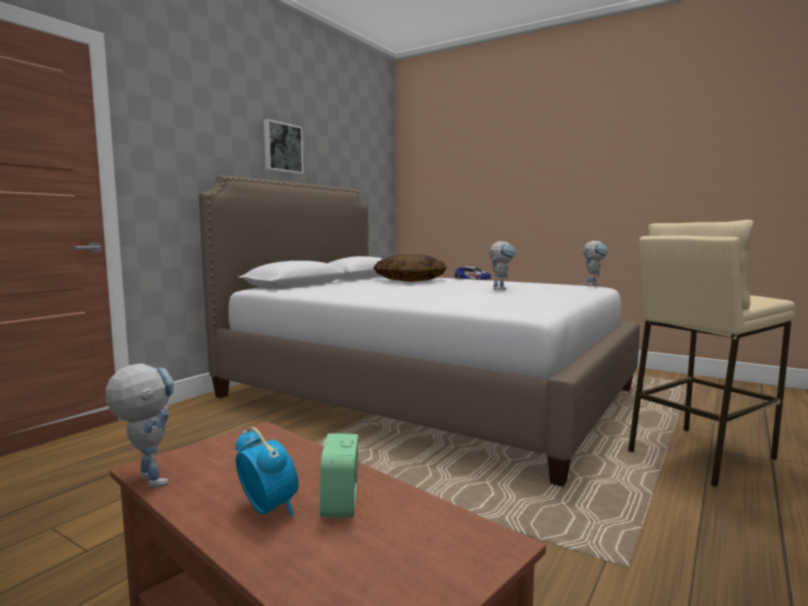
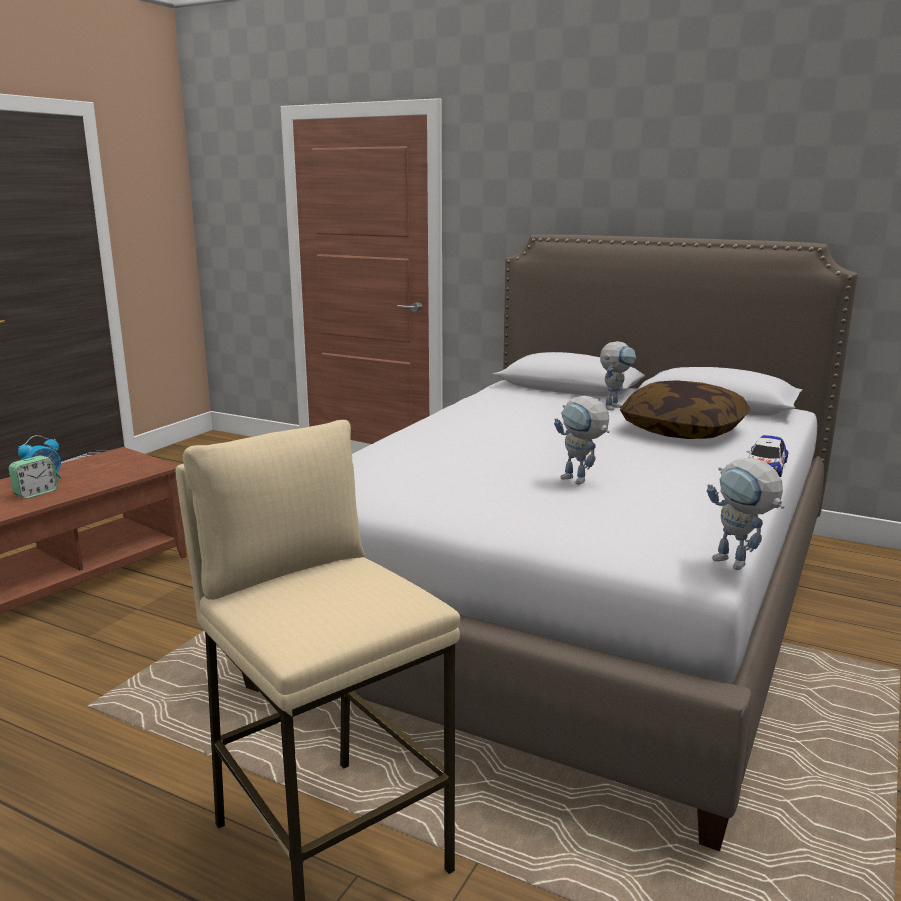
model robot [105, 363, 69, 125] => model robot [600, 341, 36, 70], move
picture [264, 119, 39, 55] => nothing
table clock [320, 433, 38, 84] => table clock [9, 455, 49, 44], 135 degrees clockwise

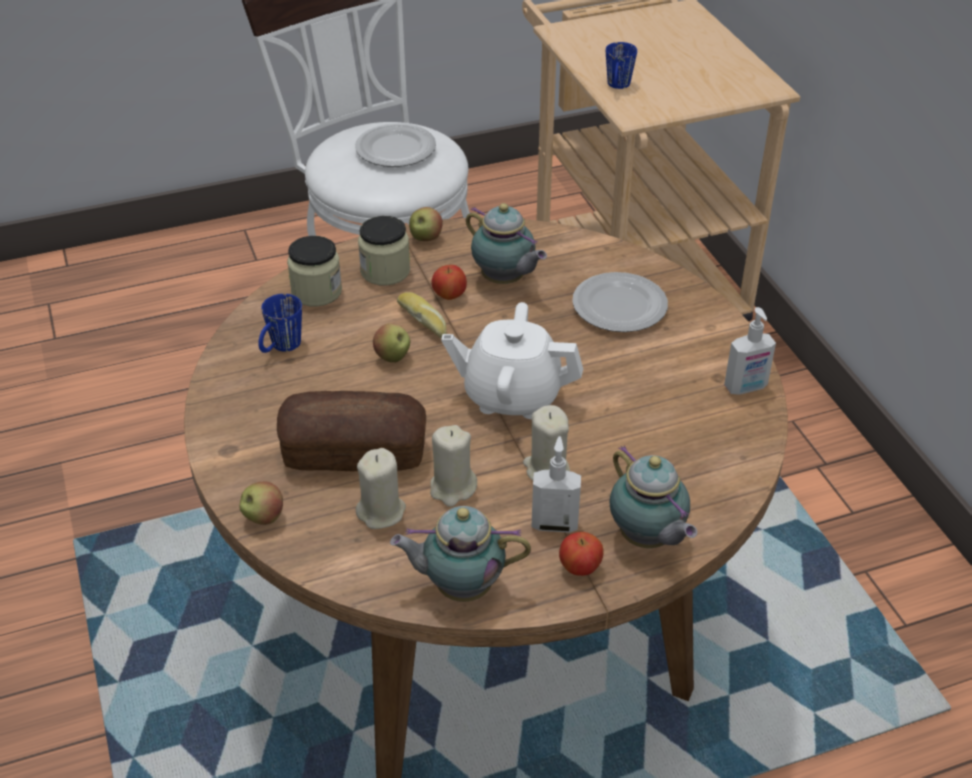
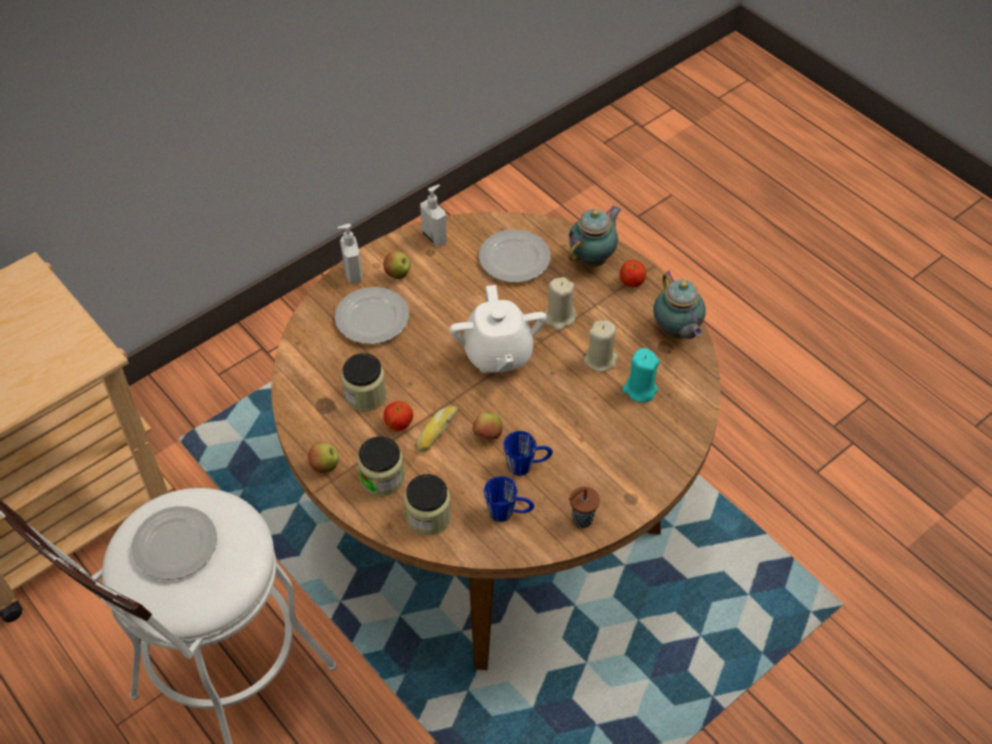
apple [239, 482, 44, 43] => apple [383, 251, 28, 28], move
baked bread [277, 391, 149, 80] => nothing
beige-coloured wax light [355, 448, 51, 81] => turquoise-coloured wax light [622, 348, 38, 54]
tea pot [466, 203, 81, 81] => jar [341, 353, 45, 58]
liquid soap bottle [531, 436, 50, 97] => liquid soap bottle [337, 224, 26, 60], move
blue tea mug [606, 42, 31, 47] => blue tea mug [503, 431, 50, 45], move
nothing => dinner plate [479, 230, 72, 53]
nothing => brownish drinking cup [569, 487, 31, 41]

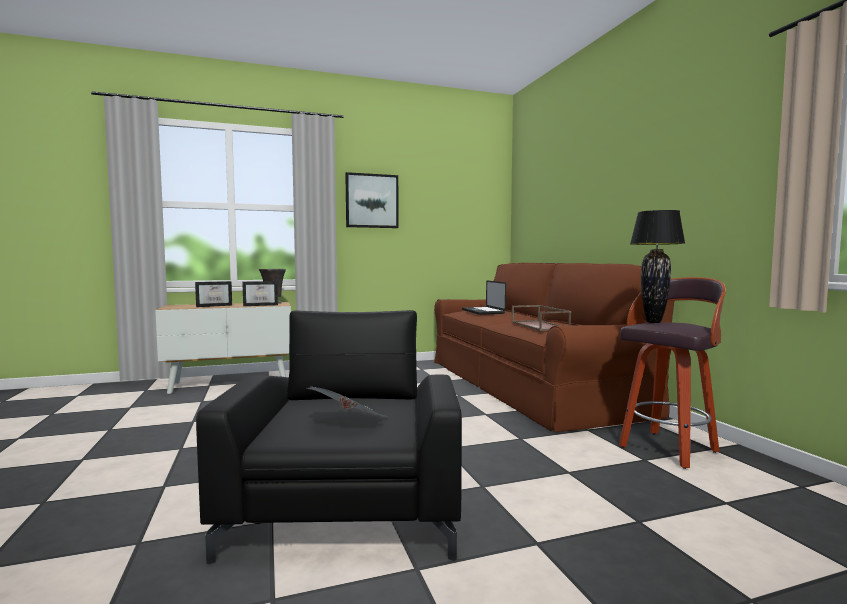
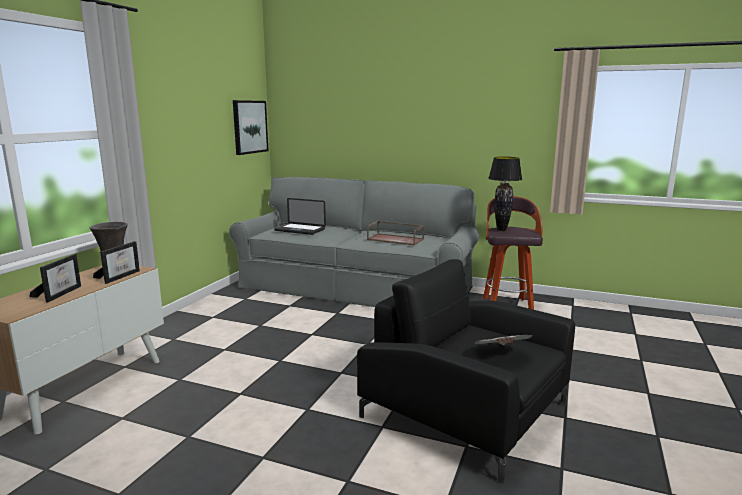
picture [345, 172, 54, 56] => picture [233, 100, 35, 55], move
brownish couch [434, 263, 240, 169] => gray couch [229, 177, 250, 130]

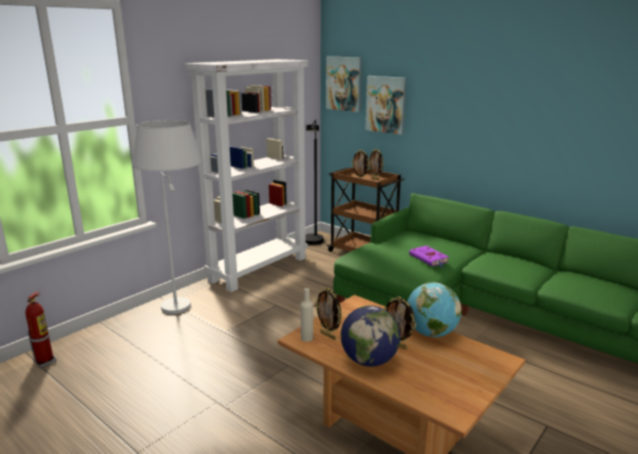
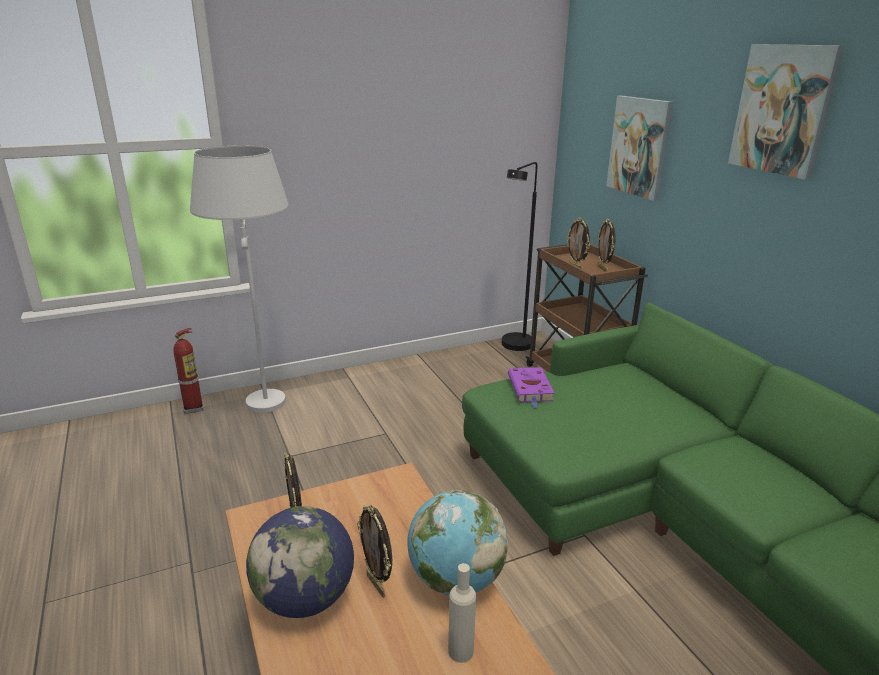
fire extinguisher [26, 291, 30, 77] => fire extinguisher [174, 328, 30, 86], move
white-coloured bookcase [185, 59, 124, 233] => nothing
beige-coloured beverage bottle [300, 288, 13, 54] => beige-coloured beverage bottle [448, 563, 28, 100], move
picture [326, 57, 36, 55] => picture [728, 44, 116, 136], move
purple-coloured volume [409, 246, 40, 22] => purple-coloured volume [508, 367, 47, 41], move

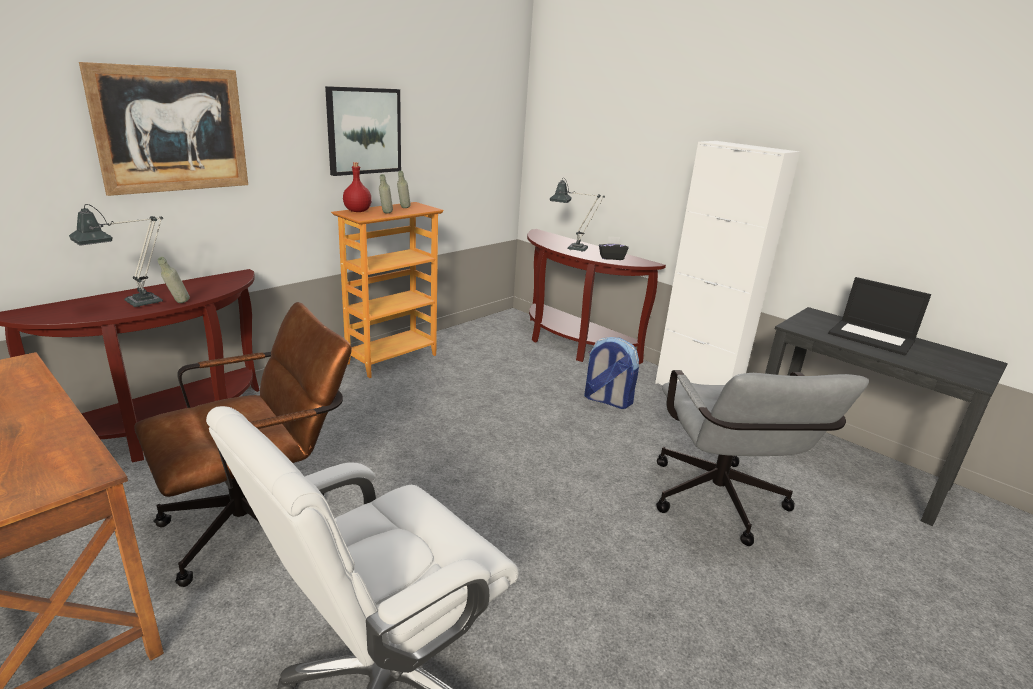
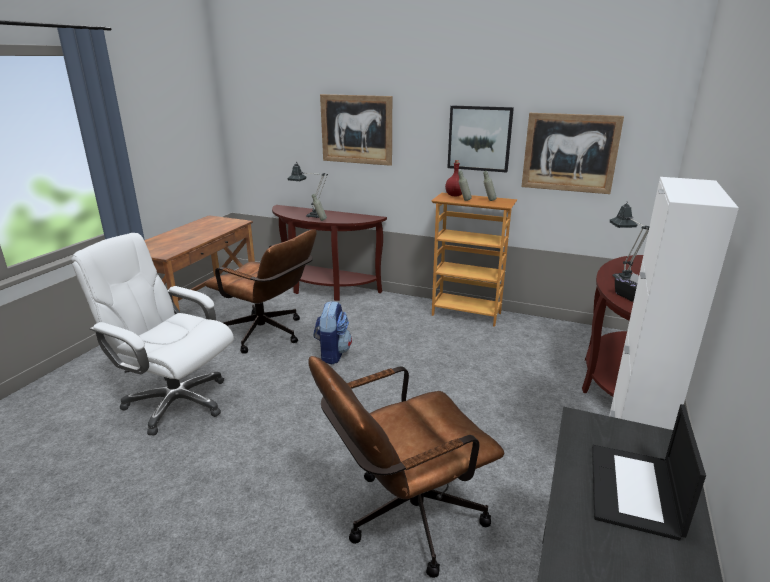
backpack [584, 337, 55, 72] => backpack [314, 301, 38, 63], move
gray office chair [656, 370, 213, 176] => brownish office chair [309, 356, 195, 222]
nothing => picture [521, 113, 103, 81]

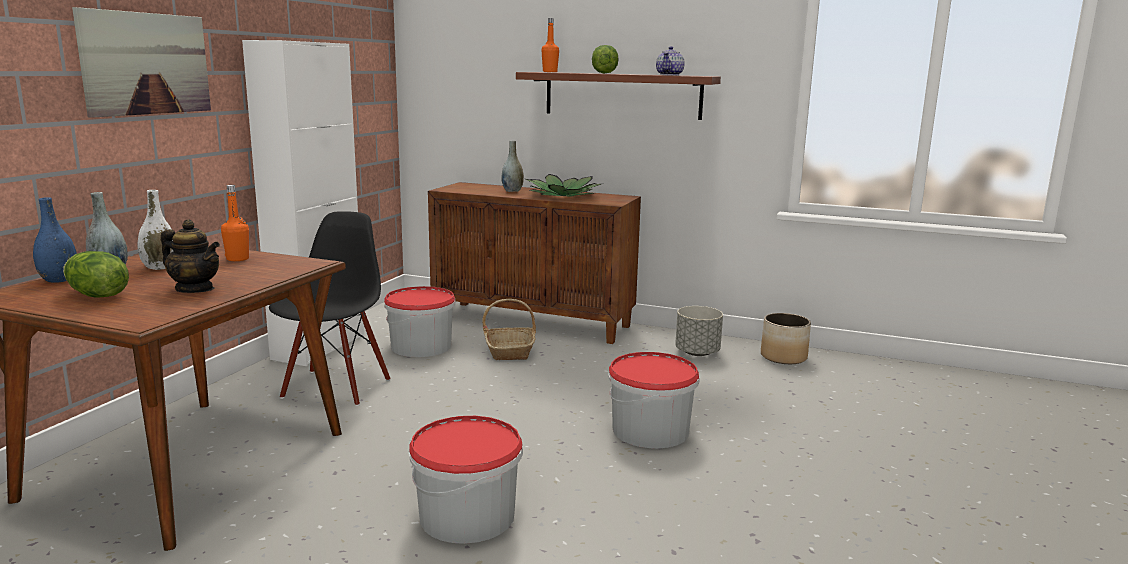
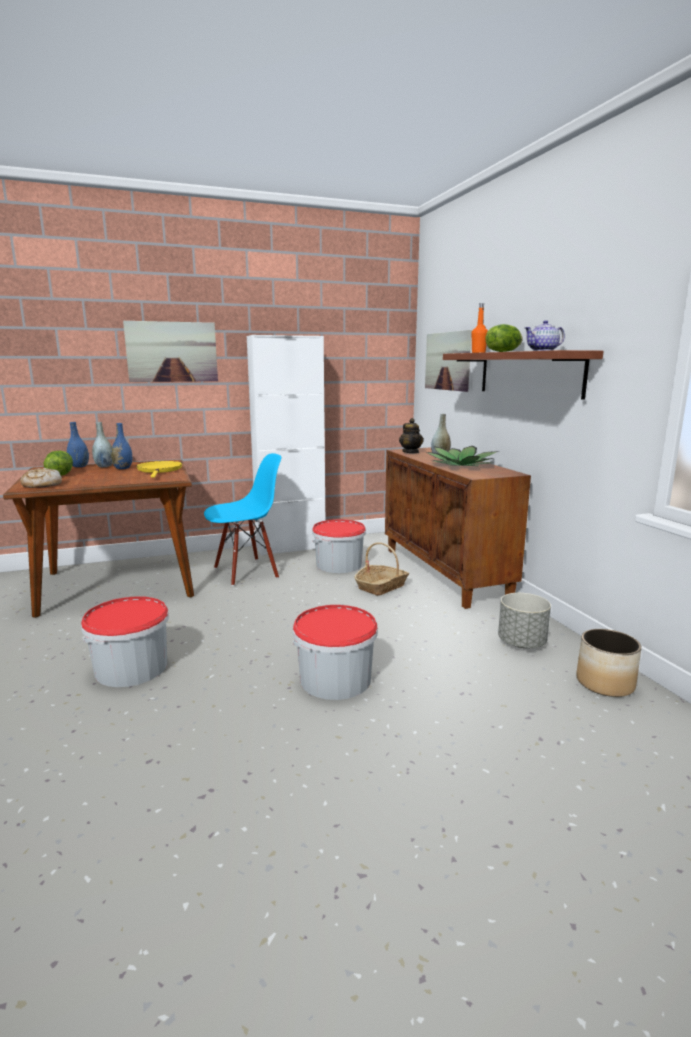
white-coloured decorative vase [138, 190, 35, 80] => blue decorative vase [111, 423, 21, 46]
tea pot [161, 220, 59, 73] => tea pot [399, 418, 25, 35], move
orange-coloured beverage bottle [221, 185, 28, 76] => yellow-coloured skillet [136, 461, 46, 17]
black plain chair [269, 211, 122, 195] => blue plain chair [204, 453, 77, 133]
nothing => baked bread [20, 468, 42, 20]
nothing => picture [425, 330, 47, 62]

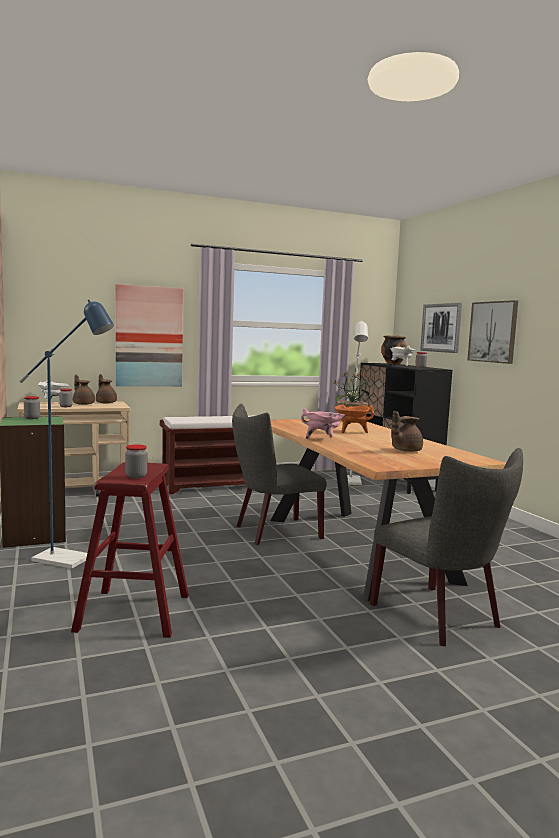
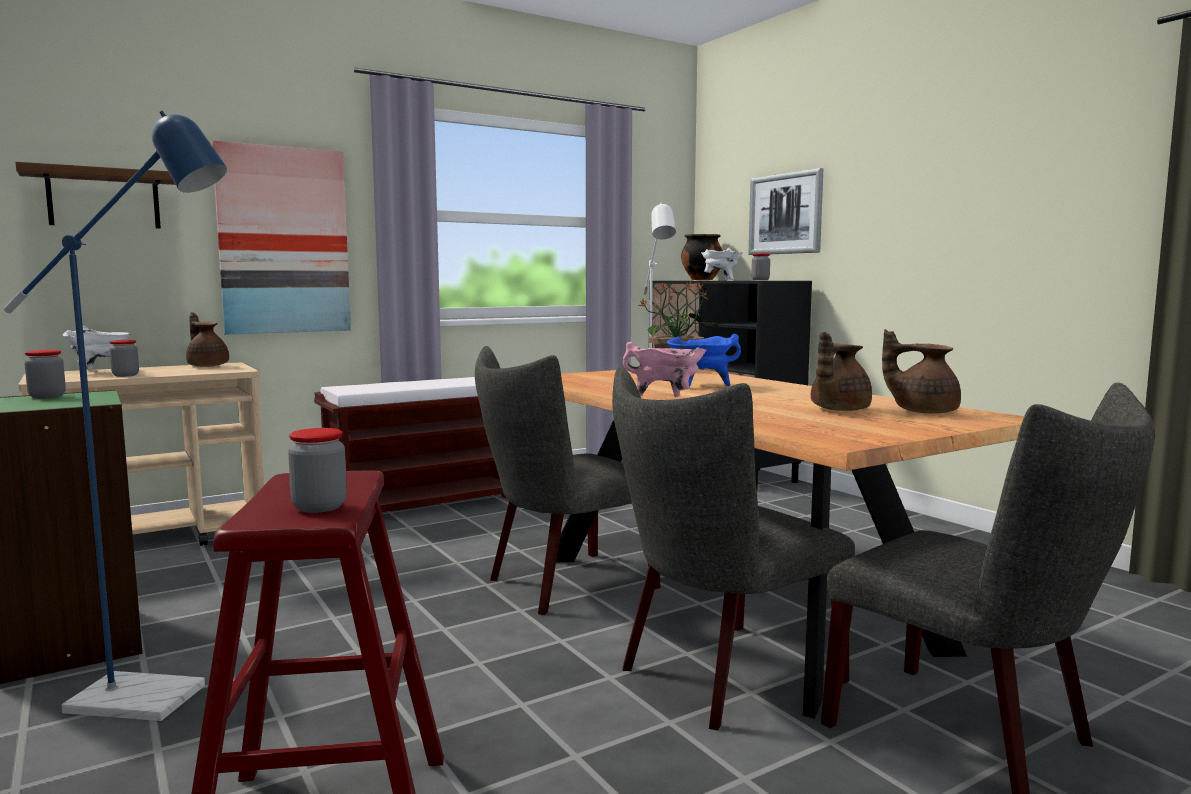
brownish tea pot [73, 374, 22, 31] => brownish tea pot [882, 329, 79, 85], move
orange-coloured cooking pot [335, 404, 39, 29] => blue cooking pot [667, 334, 74, 54]
picture [467, 300, 51, 64] => nothing
nothing => brownish bracket shelf [15, 162, 161, 67]
nothing => gray plain chair [612, 366, 243, 364]

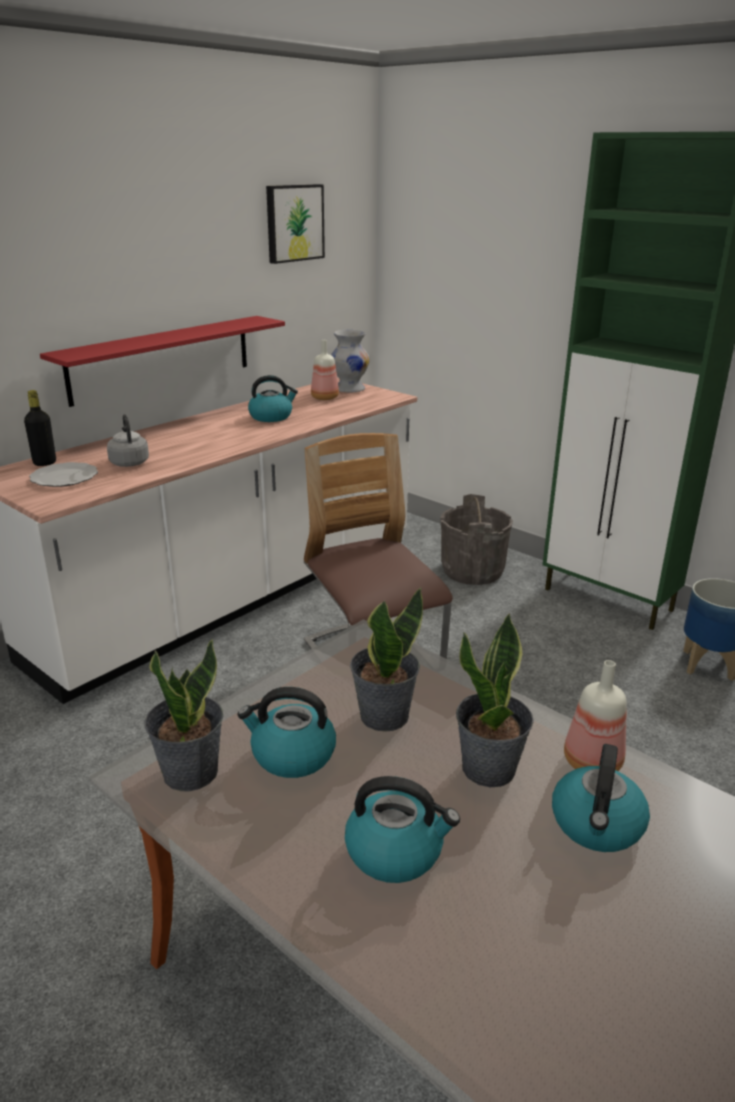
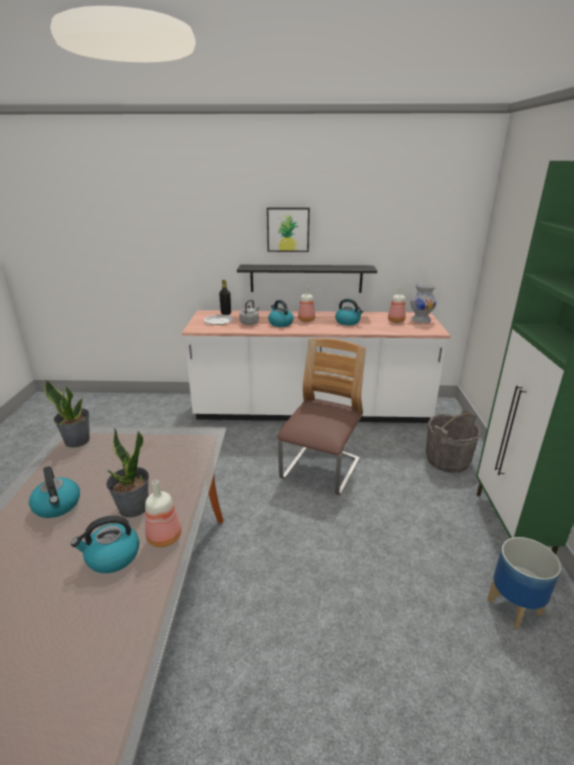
reddish bracket shelf [40, 316, 245, 91] => black bracket shelf [237, 265, 140, 28]
water kettle [238, 687, 98, 91] => water kettle [268, 300, 26, 27], move
picture [266, 184, 59, 80] => picture [267, 207, 43, 45], move
houseplant [350, 588, 73, 144] => nothing
nothing => beverage bottle [298, 285, 17, 37]

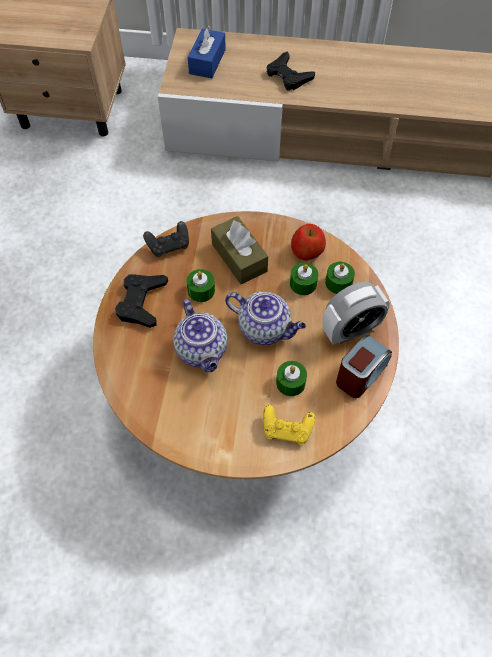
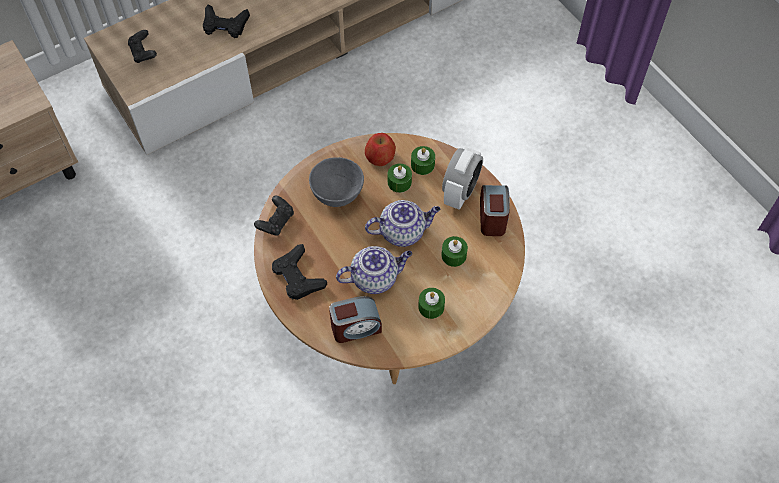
tea pot [173, 299, 55, 73] => tea pot [336, 246, 76, 48], 45 degrees counterclockwise
greenish wax light [186, 269, 29, 33] => greenish wax light [418, 288, 27, 31], move
blue box of tissues [188, 25, 38, 53] => black game controller [128, 30, 29, 33]
brownish box of tissues [211, 216, 57, 69] => gray bowl [309, 157, 55, 50]
yellow-coloured game controller [263, 405, 52, 40] => nothing
nothing => table clock [329, 296, 53, 47]

